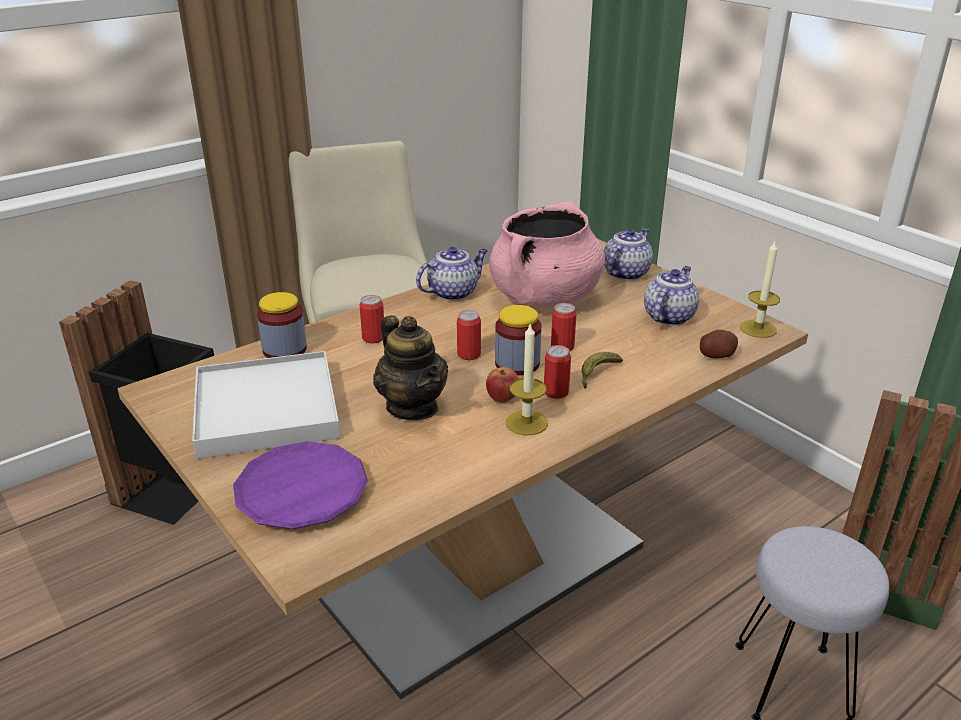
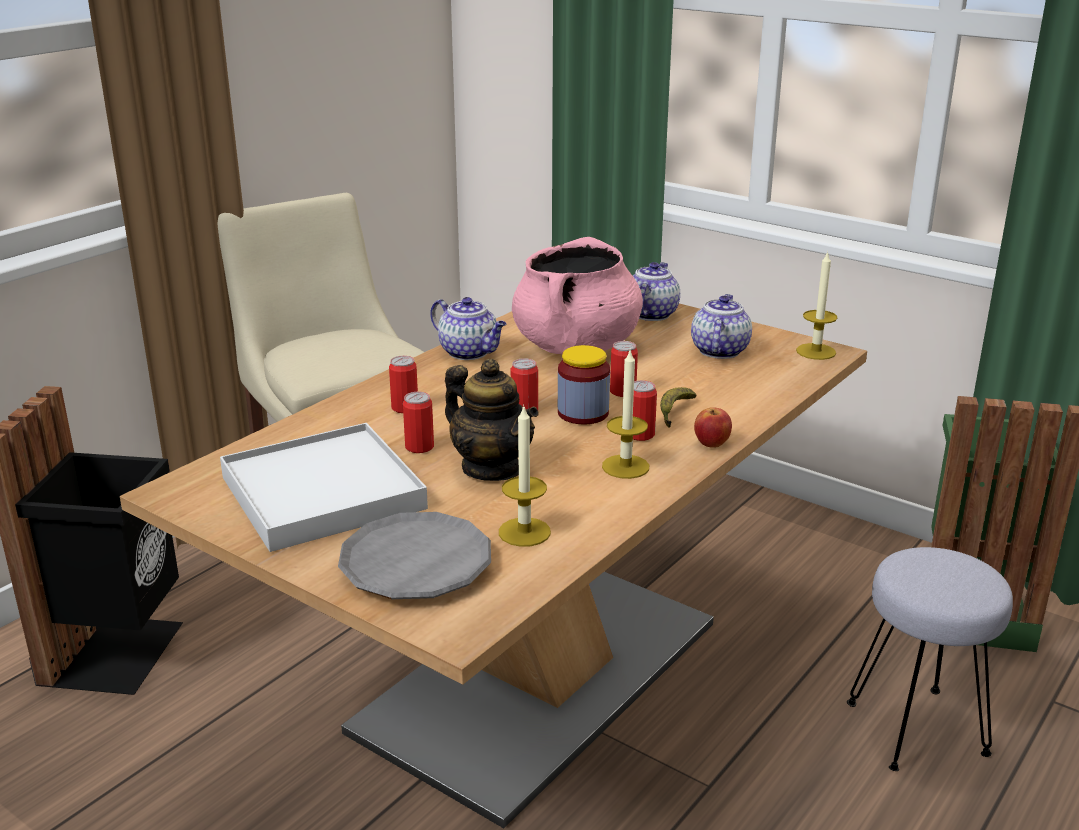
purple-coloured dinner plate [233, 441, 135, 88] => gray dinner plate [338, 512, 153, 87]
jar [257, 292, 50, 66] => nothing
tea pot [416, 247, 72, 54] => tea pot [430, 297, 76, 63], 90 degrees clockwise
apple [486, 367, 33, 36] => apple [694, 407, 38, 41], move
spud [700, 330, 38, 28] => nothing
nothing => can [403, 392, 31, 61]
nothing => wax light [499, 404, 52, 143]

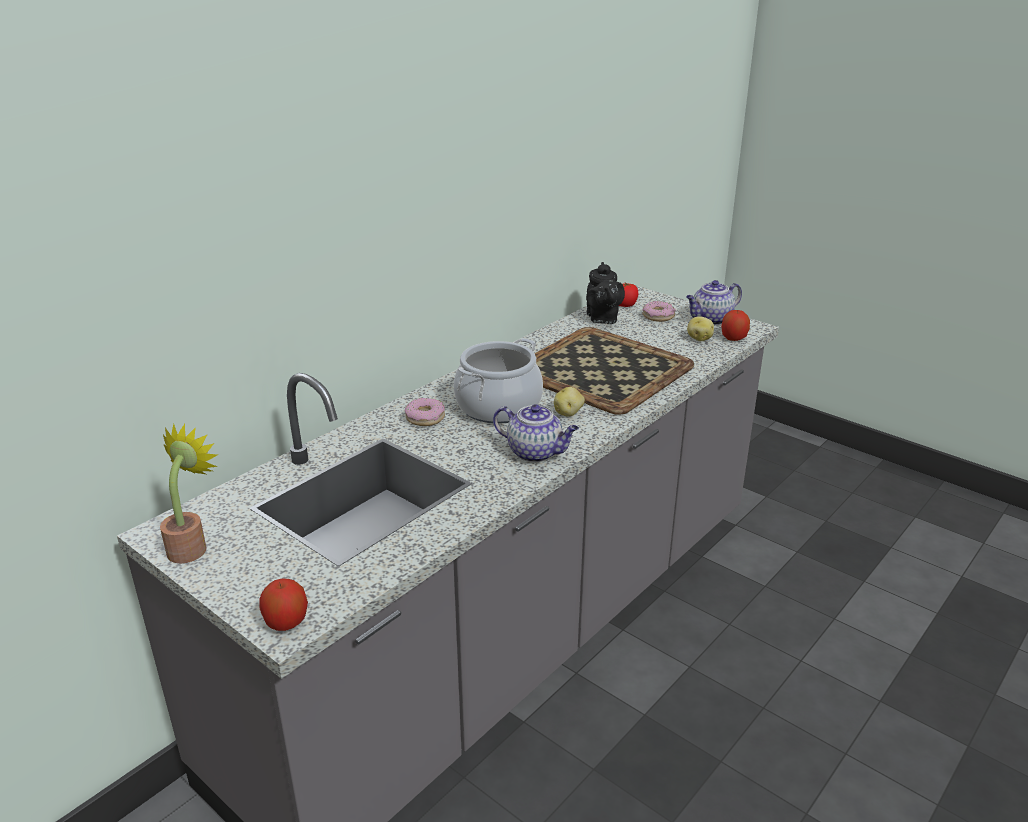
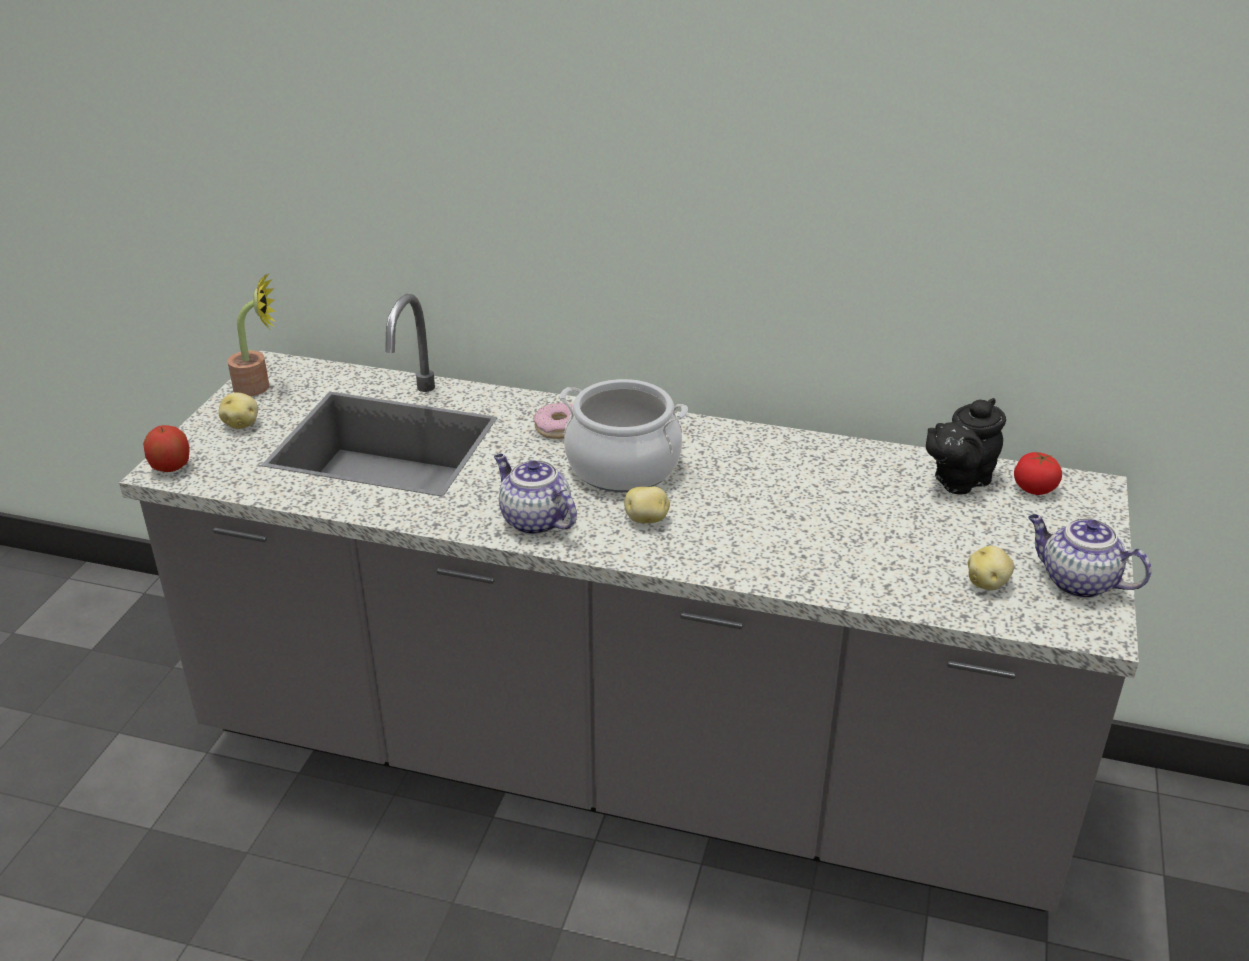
tea pot [493, 404, 86, 58] => tea pot [494, 454, 83, 81], 135 degrees clockwise
tray [534, 327, 160, 88] => nothing
ring doughnut [642, 301, 34, 21] => nothing
apple [721, 310, 29, 31] => nothing
nothing => spud [218, 392, 40, 37]

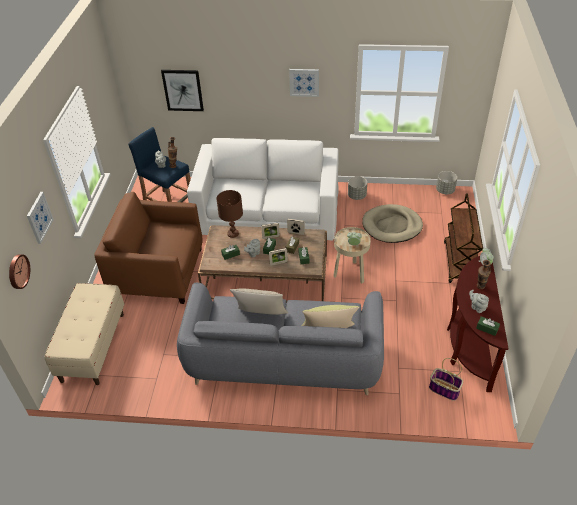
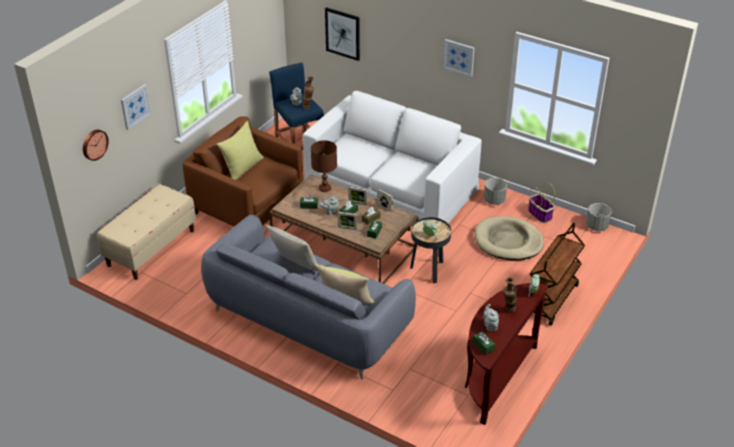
beige-coloured accent table [333, 227, 38, 56] => black accent table [410, 217, 41, 66]
basket [429, 358, 34, 43] => basket [528, 182, 27, 41], move
nothing => yellow-coloured pillow [217, 121, 47, 59]

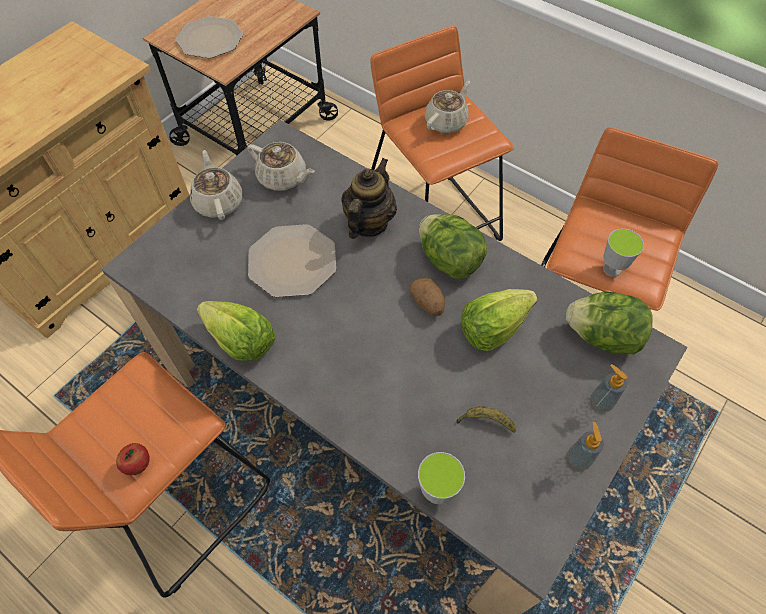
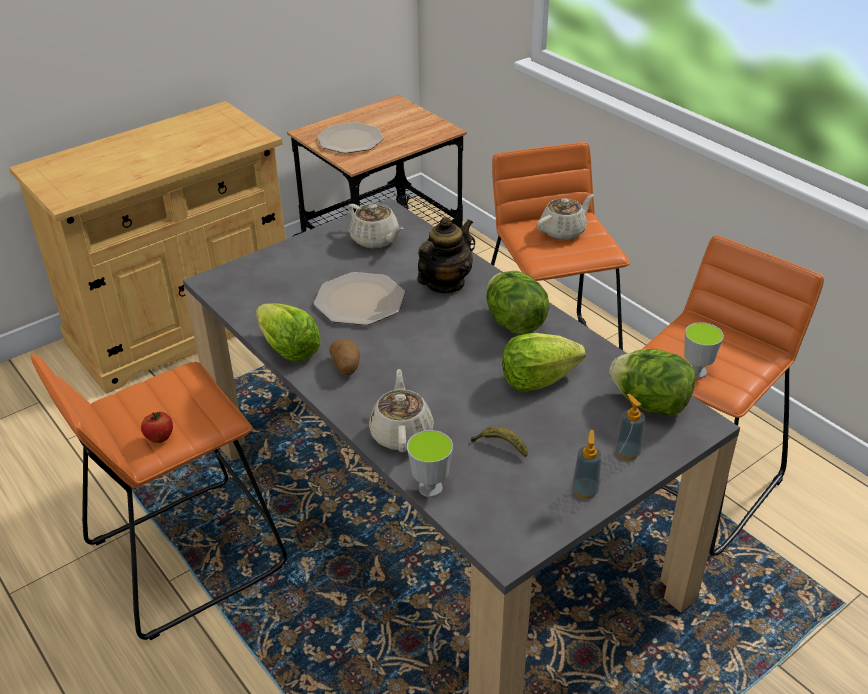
beige-coloured tea pot [190, 150, 52, 70] => beige-coloured tea pot [369, 369, 65, 83], move
spud [409, 278, 36, 38] => spud [330, 339, 30, 36], move

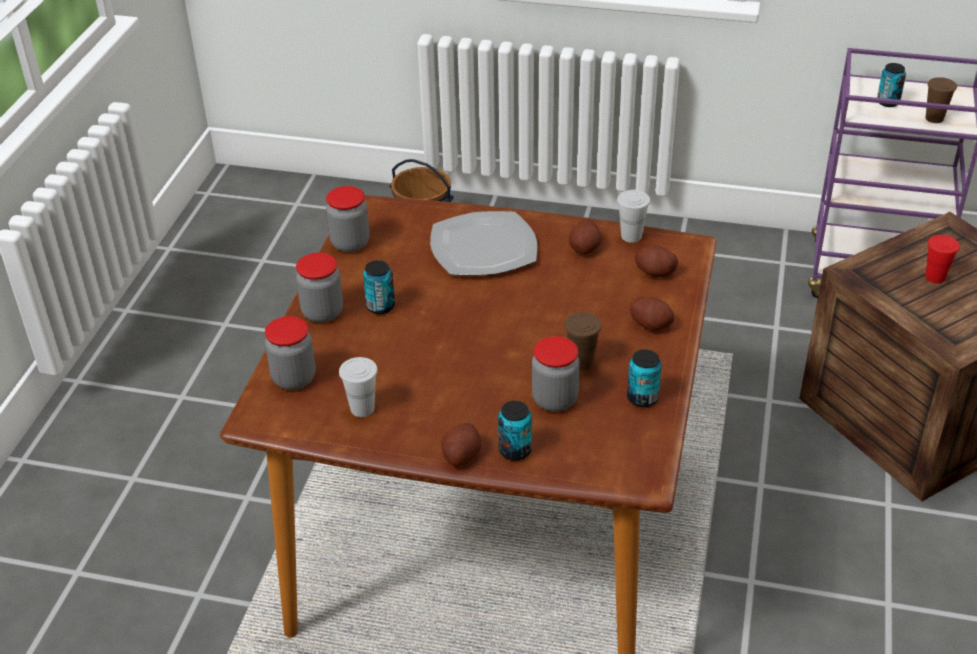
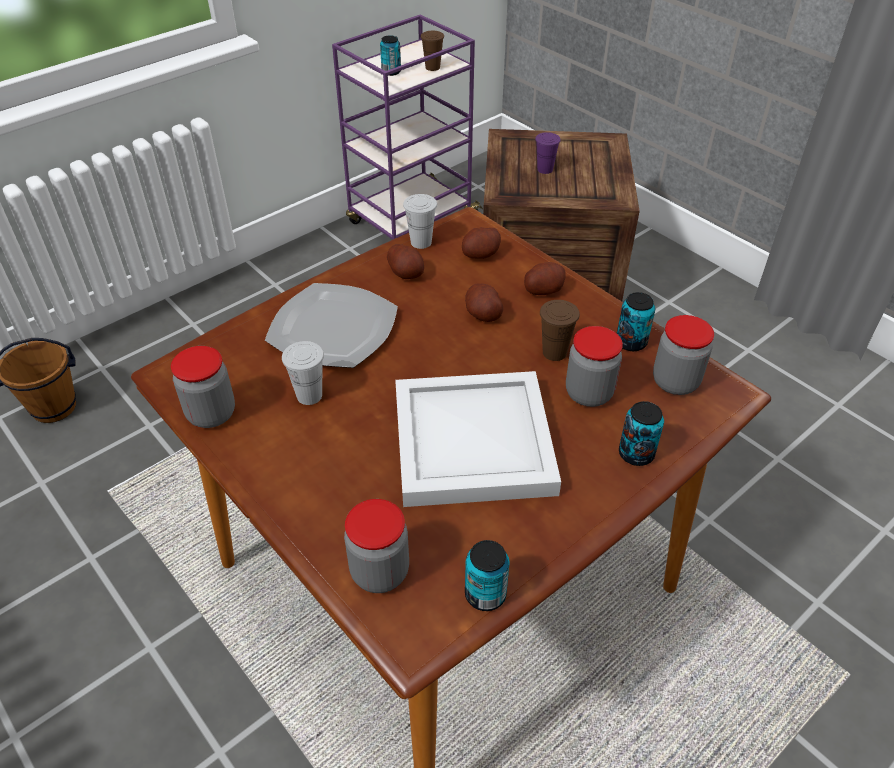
jar [296, 253, 47, 70] => jar [653, 315, 61, 80], move
white-coloured drinking cup [339, 357, 39, 60] => white-coloured drinking cup [282, 341, 42, 64], move
can [363, 260, 32, 54] => can [465, 540, 45, 71], move
spud [441, 423, 40, 43] => spud [465, 283, 39, 39], move
reddish drinking cup [925, 235, 35, 49] => purple-coloured drinking cup [535, 132, 26, 42]
nothing => white-coloured tray [395, 371, 166, 136]

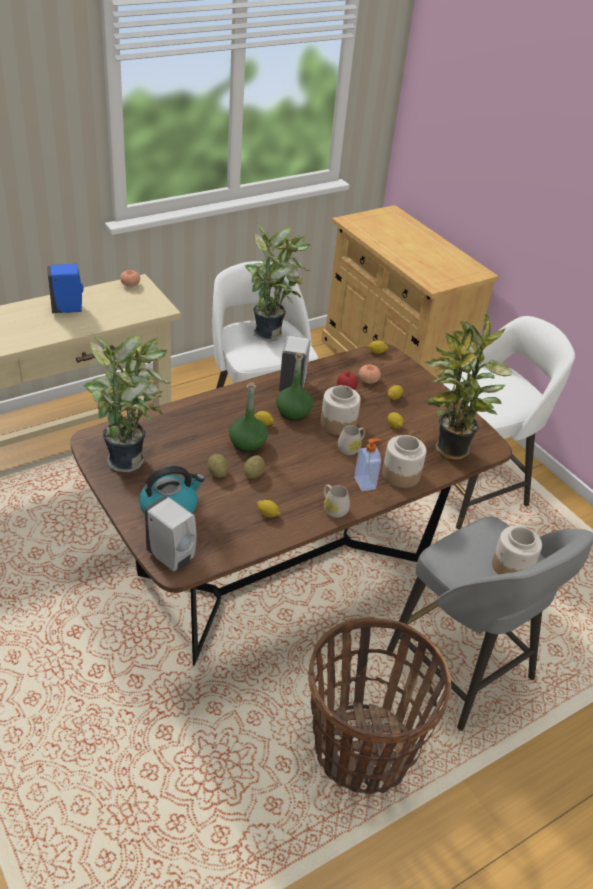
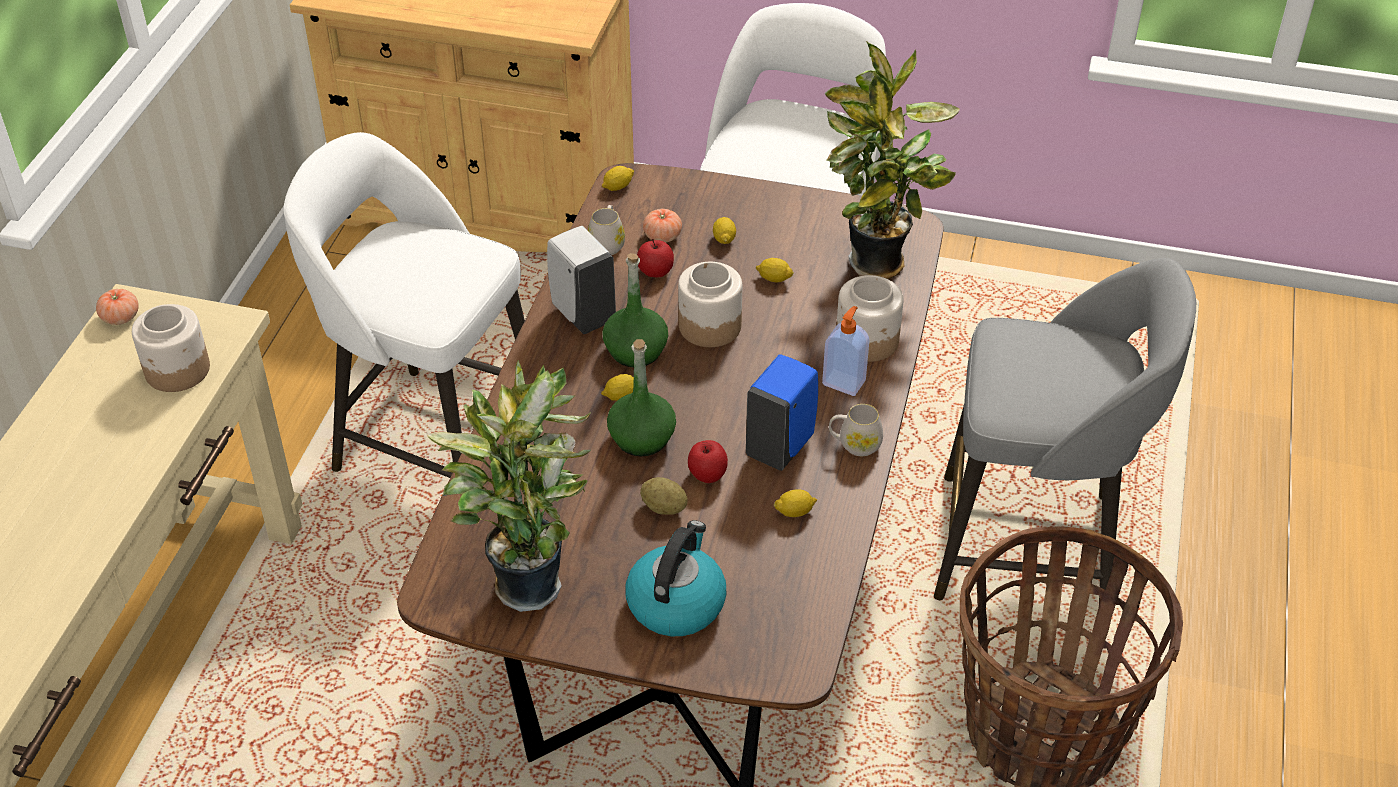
blue liquid soap bottle [47, 264, 37, 49] => blue liquid soap bottle [746, 354, 72, 117], move
white-coloured liquid soap bottle [145, 495, 52, 76] => nothing
spud [243, 455, 22, 24] => apple [688, 440, 40, 43]
houseplant [244, 224, 66, 117] => nothing
white-coloured tea mug [338, 425, 27, 30] => white-coloured tea mug [588, 205, 37, 50], move
jar [492, 526, 50, 49] => jar [132, 304, 78, 88], move

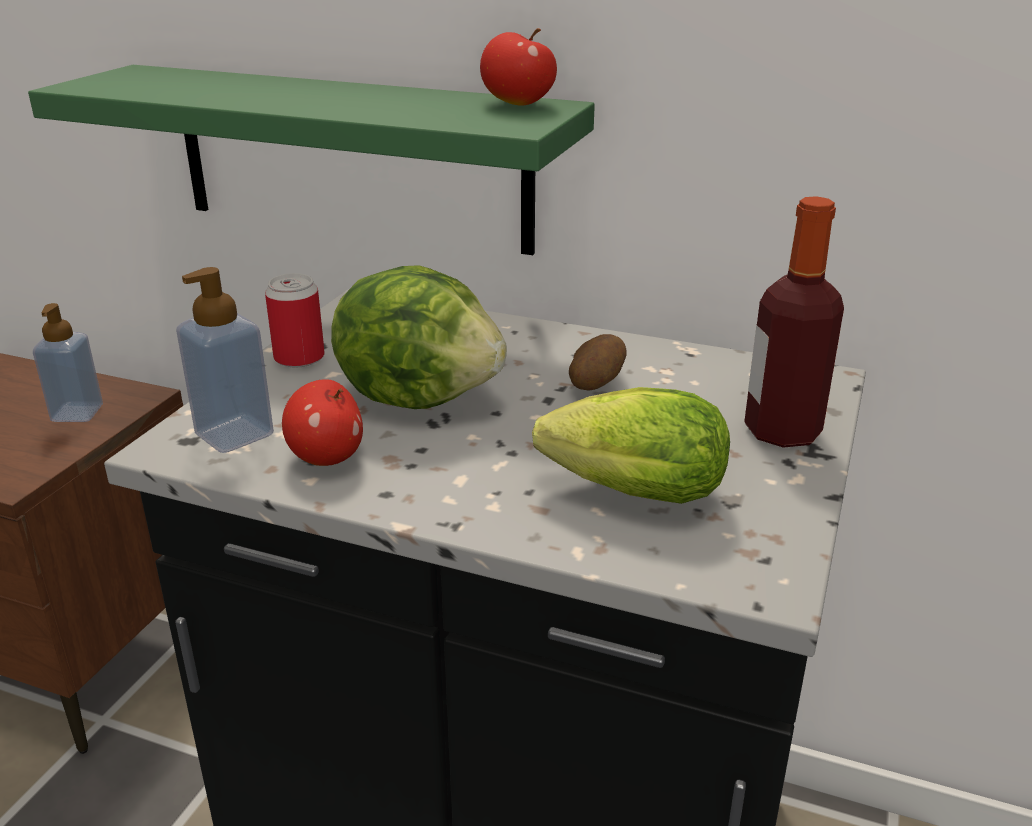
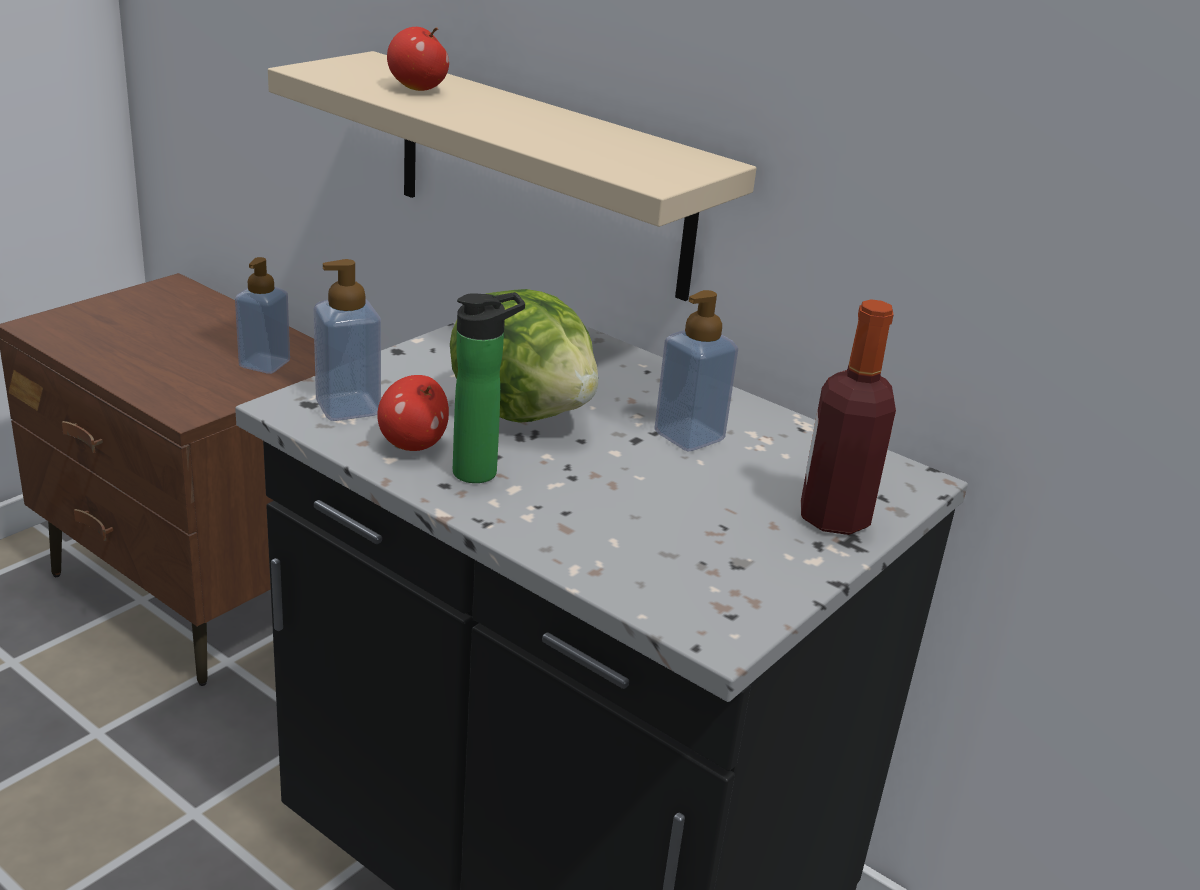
greenish bracket shelf [28, 65, 567, 190] => beige-coloured bracket shelf [268, 51, 489, 250]
can [265, 273, 60, 94] => nothing
apple [480, 28, 77, 78] => apple [387, 27, 62, 64], move
head of lettuce [532, 387, 198, 117] => nothing
spud [569, 334, 58, 57] => liquid soap bottle [654, 290, 84, 161]
nothing => beverage bottle [453, 292, 72, 191]

